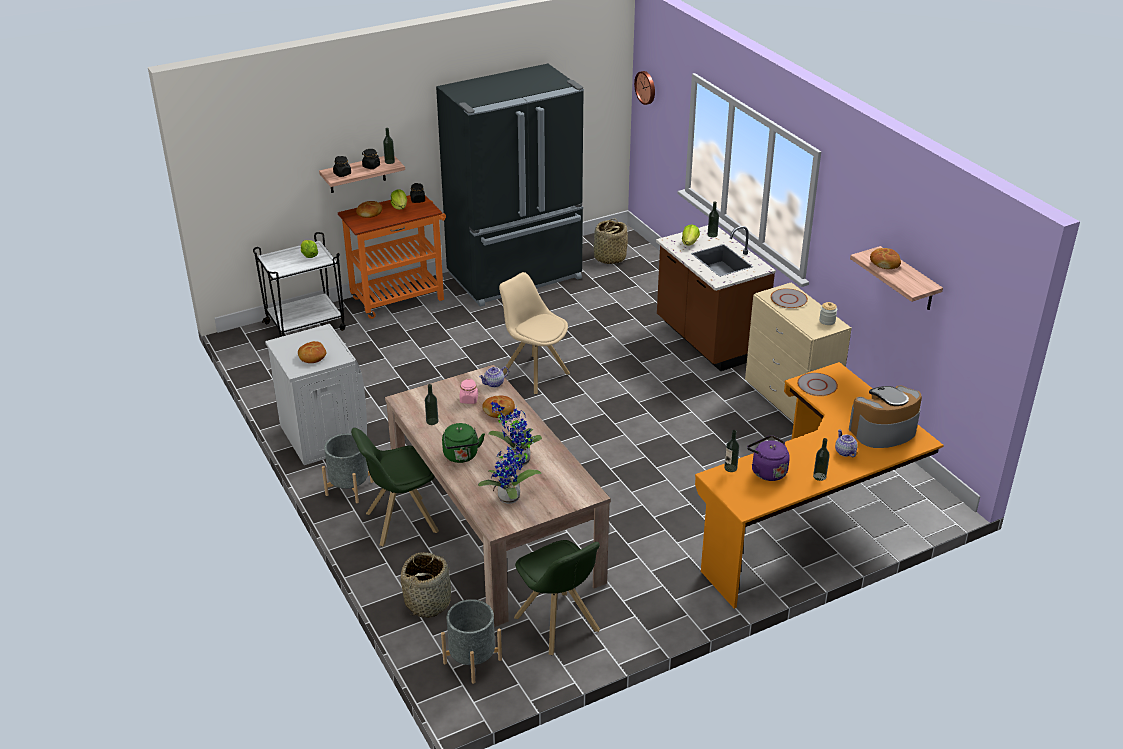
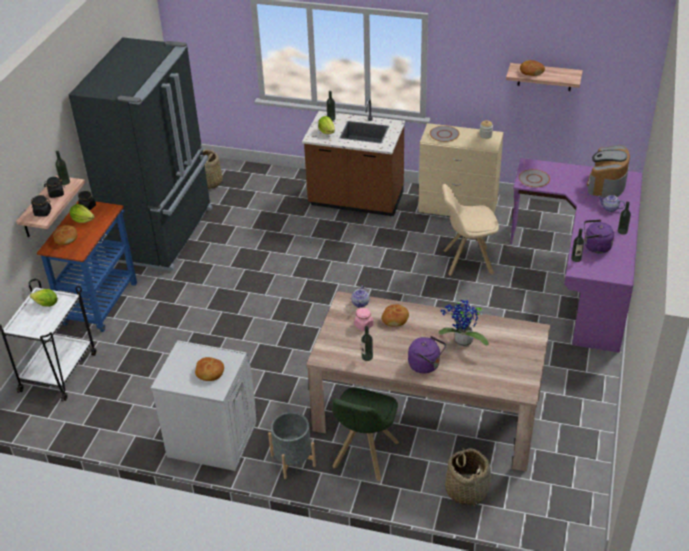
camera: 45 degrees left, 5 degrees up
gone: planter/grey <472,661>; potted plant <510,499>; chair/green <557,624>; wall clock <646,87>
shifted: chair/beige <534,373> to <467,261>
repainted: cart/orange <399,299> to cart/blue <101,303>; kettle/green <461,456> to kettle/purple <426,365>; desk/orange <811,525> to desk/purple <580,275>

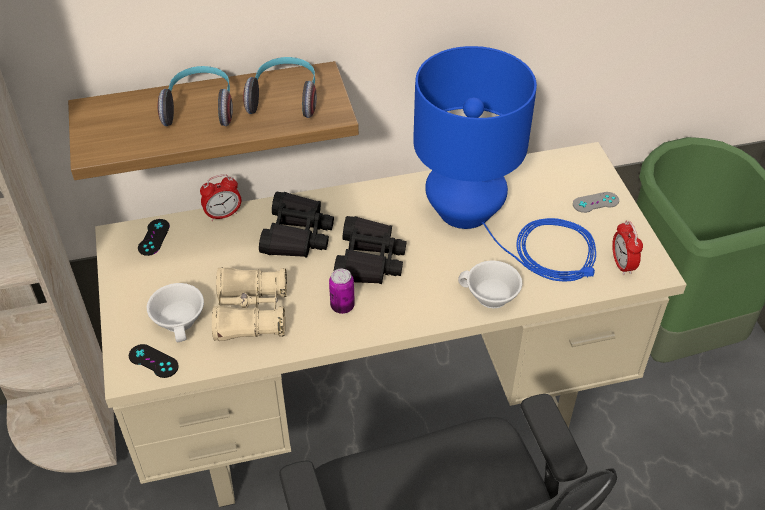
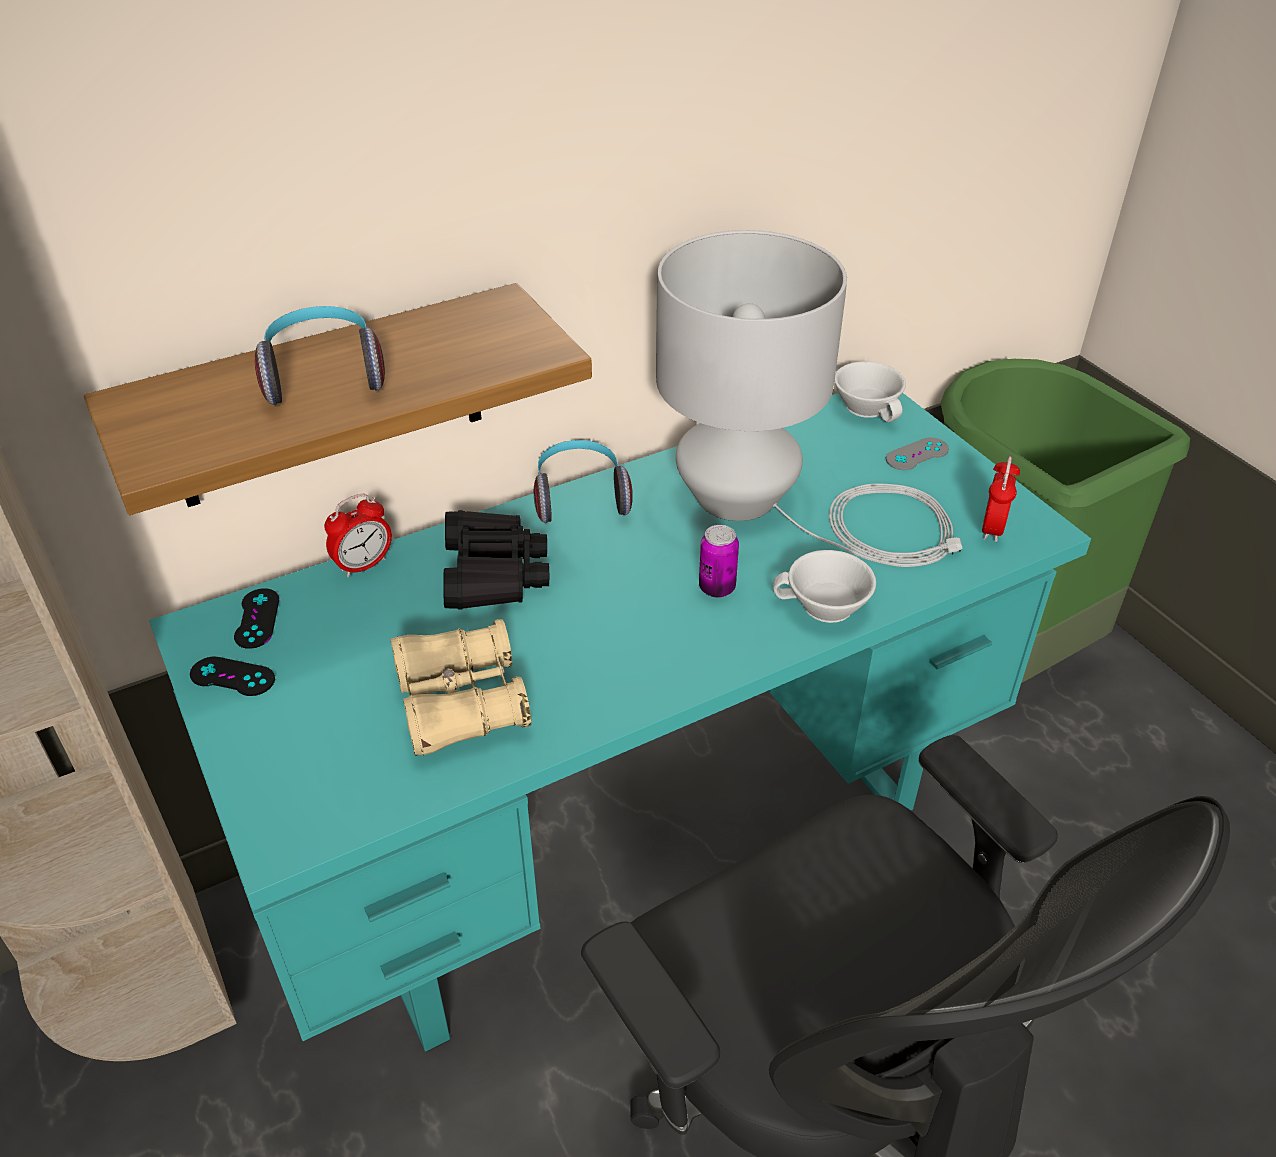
camera: 15 degrees left, 5 degrees down
gone: binoculars/black <369,260>
shifted: game controller/black <153,361> to <232,677>; headphones <285,98> to <580,495>; can <342,306> to <717,588>; cup/white <181,320> to <869,406>
repainted: desk/beige <383,409> to desk/turquoise <638,840>; table lamp/blue <499,225> to table lamp/grey <795,507>
rotated: alarm clock <622,265> = <992,528> 45 degrees clockwise

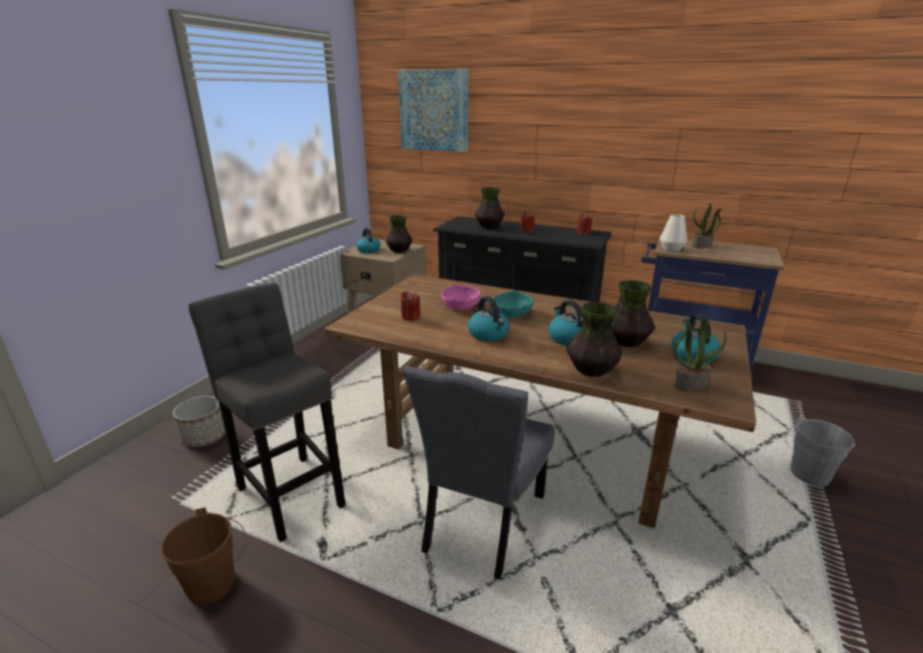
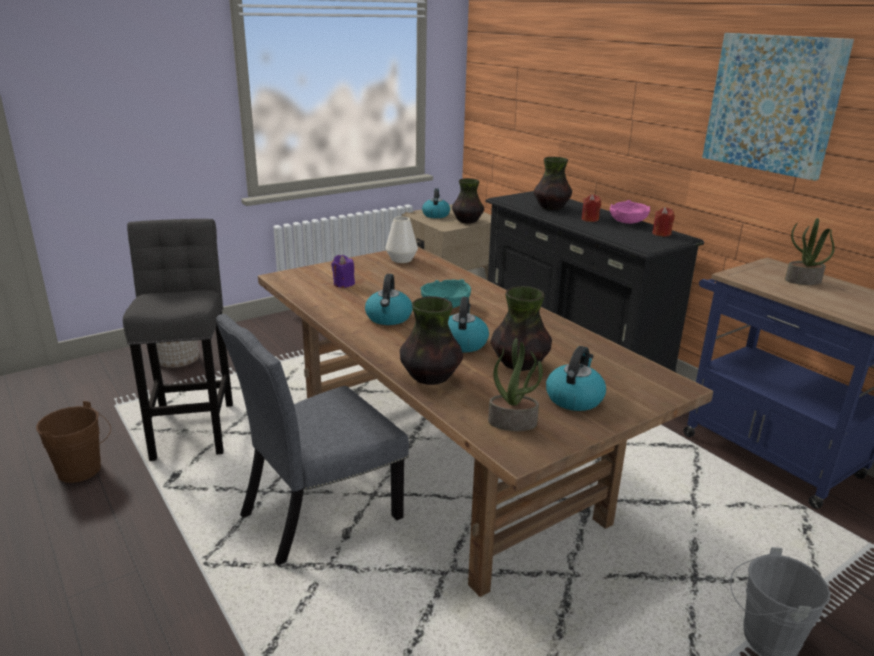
camera: 30 degrees right, 0 degrees up
shifted: vase/white <671,249> to <401,259>; bowl/pink <460,307> to <627,221>; picture <434,110> to <772,104>
repainted: candle/red <410,317> to candle/purple <343,284>

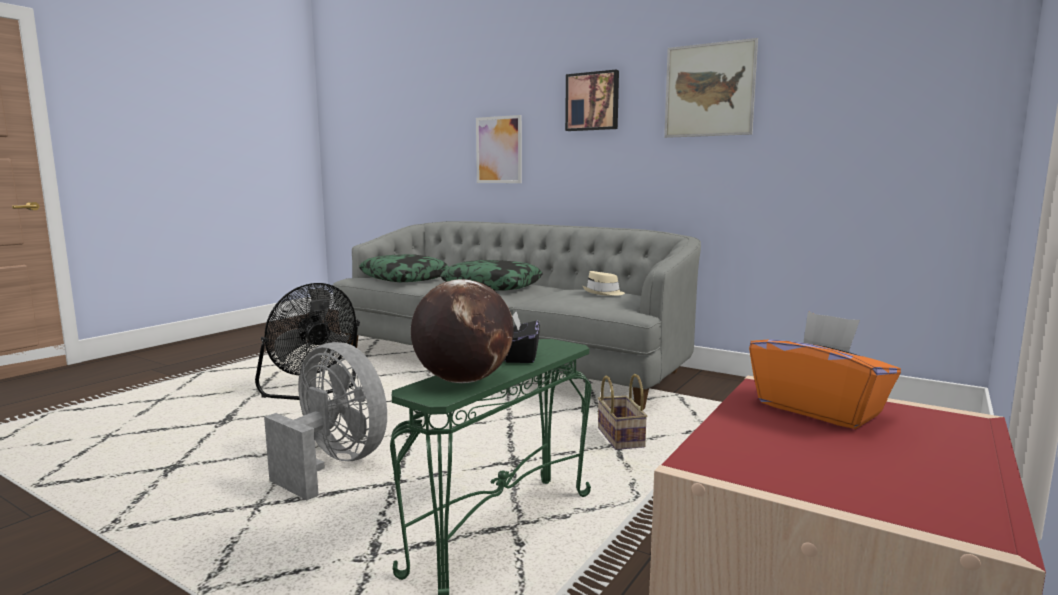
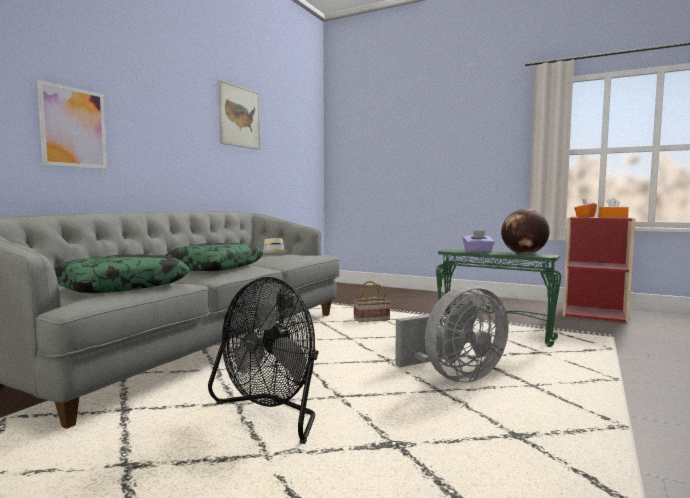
camera: 95 degrees left, 5 degrees down
gone: picture <593,101>
new: tissue box/orange <613,217>
repainted: tissue box/black <520,357> to tissue box/purple <478,252>
rotated: fan/grey <333,464> = <455,377> 150 degrees counterclockwise

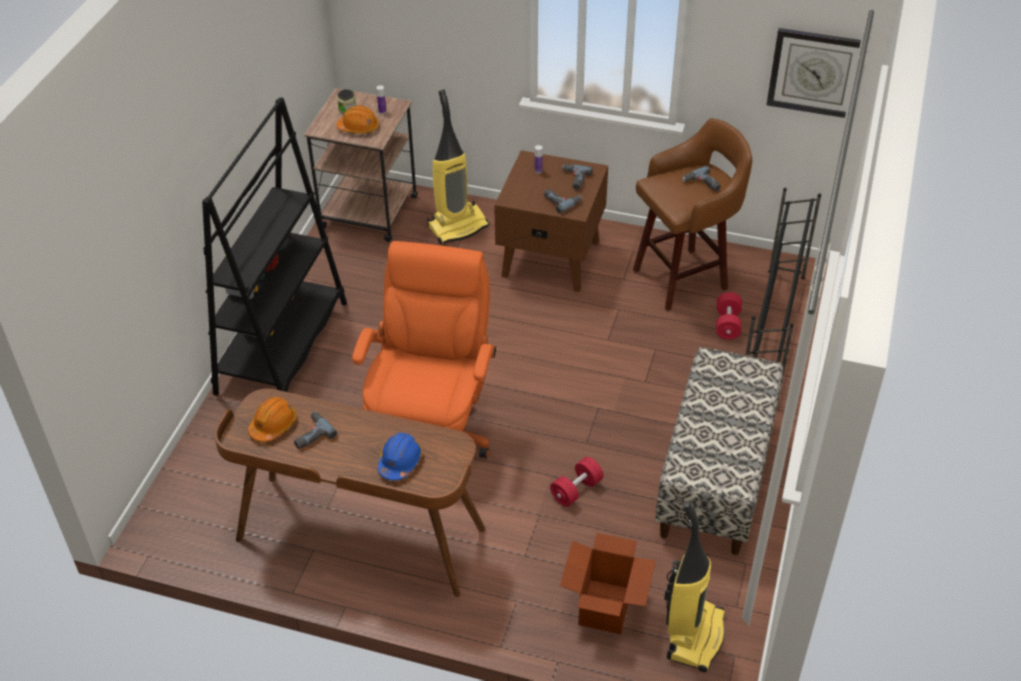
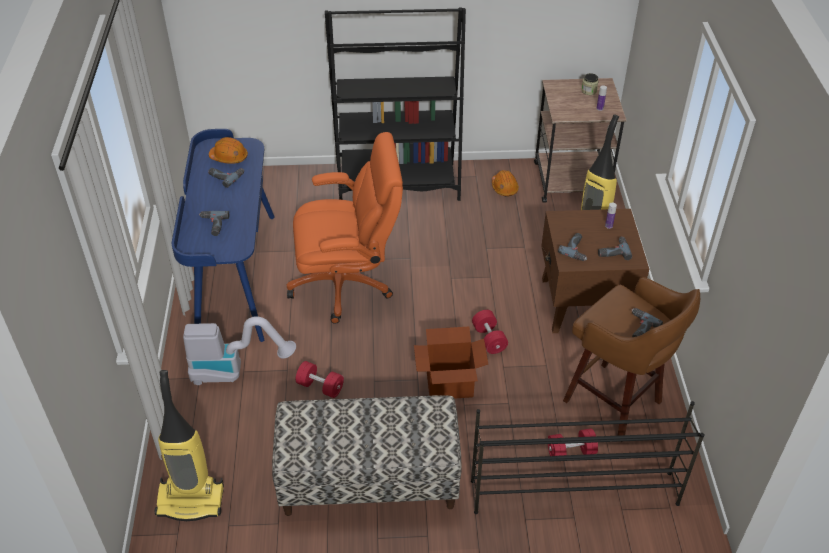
camera: 70 degrees right, 0 degrees up
gone: wall clock <816,72>
new: vacuum cleaner <235,371>; dumbbell/red <489,339>
shifted: cardboard box <605,607> to <449,385>; hard hat/orange <359,128> to <504,188>
swapped: hard hat/blue <400,462> to power drill <212,225>
repainted: desk/brown <360,536> to desk/blue <235,275>

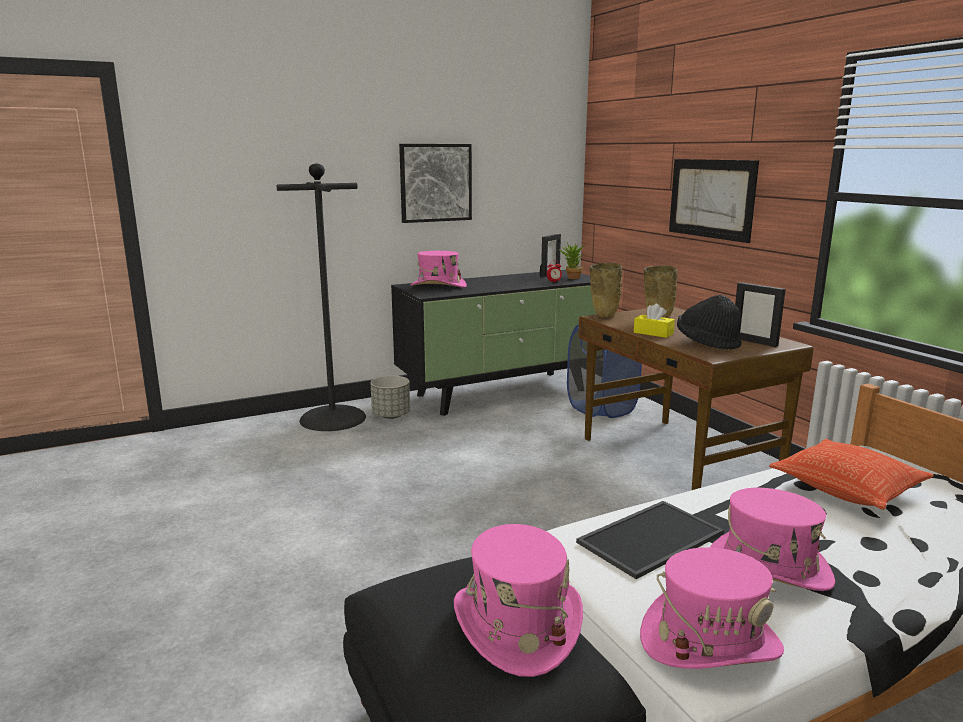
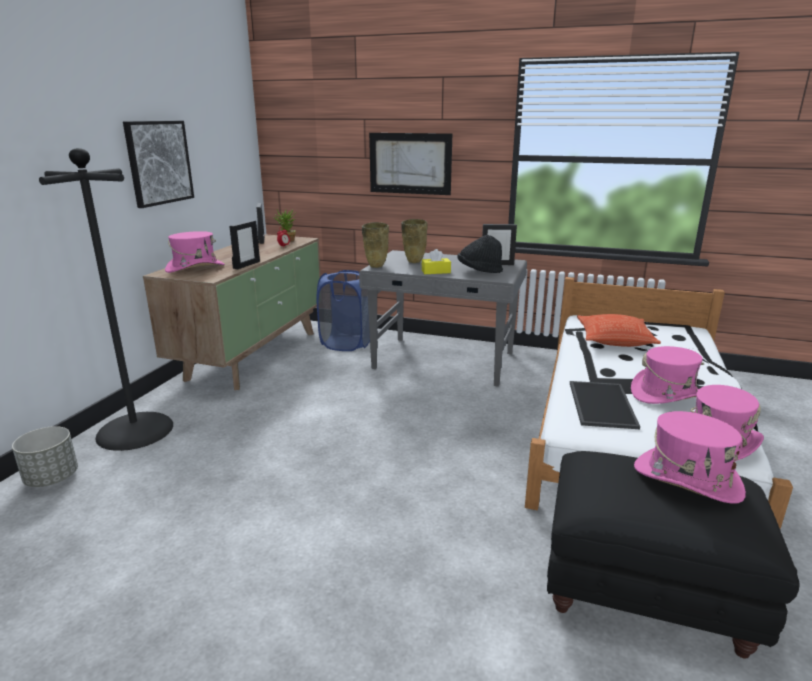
camera: 45 degrees left, 5 degrees up
new: picture frame <246,265>
shifted: planter/grey <391,415> to <52,478>
repainted: dresser/black <500,392> to dresser/green <252,354>; desk/brown <677,459> to desk/grey <444,361>

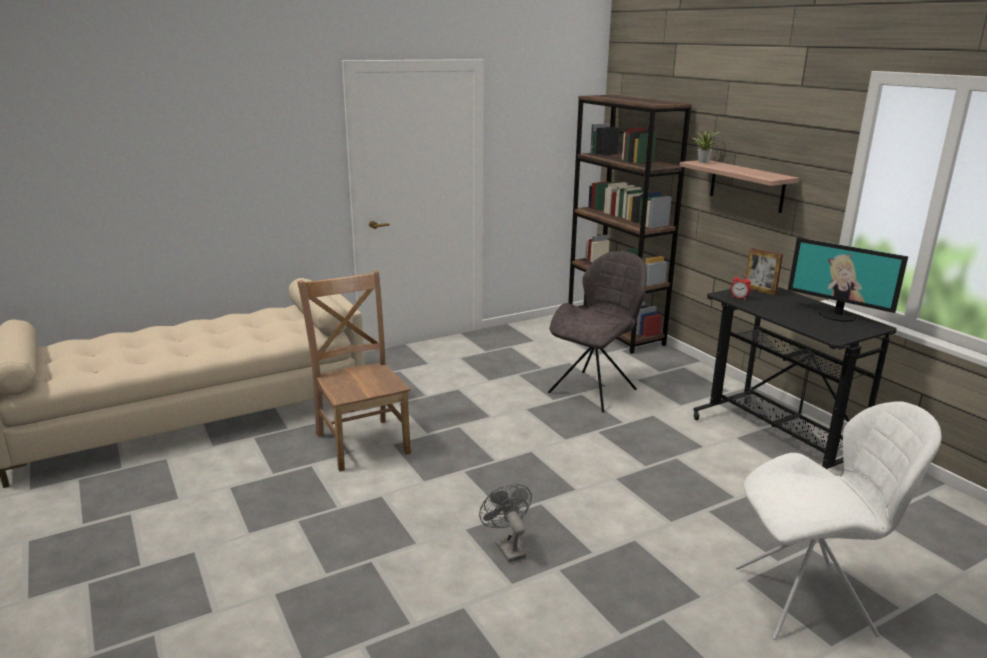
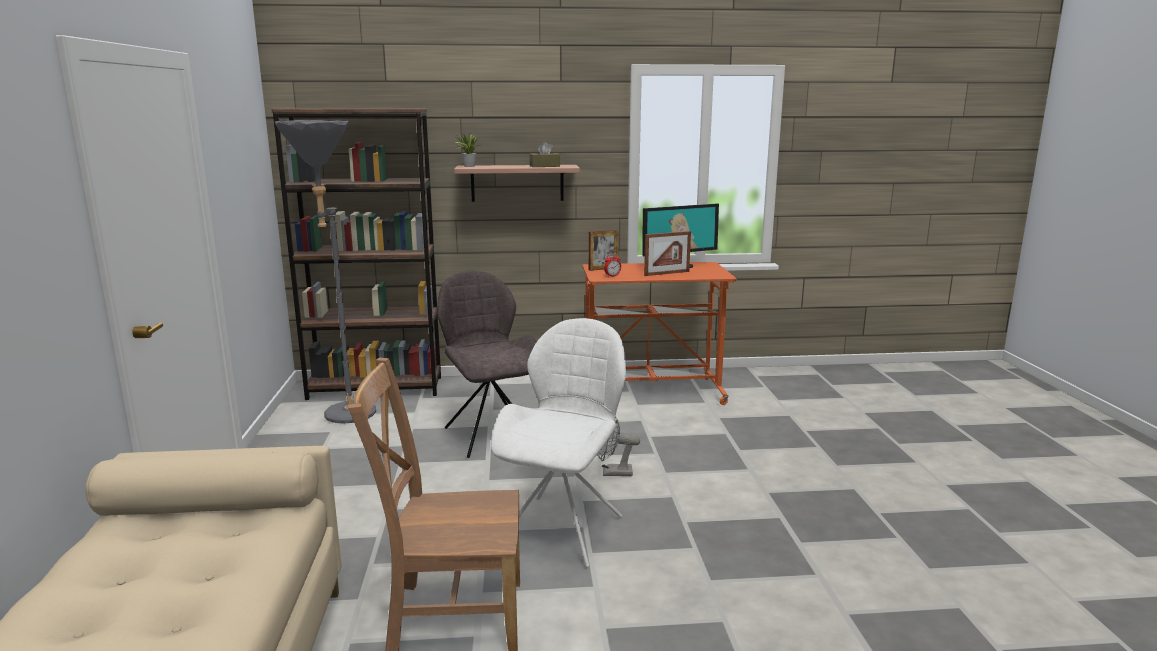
camera: 65 degrees left, 5 degrees down
new: floor lamp/grey <343,418>; tissue box/brown <544,166>; picture frame <666,273>
shifted: chair/white <808,601> to <563,528>; fan/grey <507,547> to <612,472>
repainted: desk/black <774,440> to desk/orange <653,393>

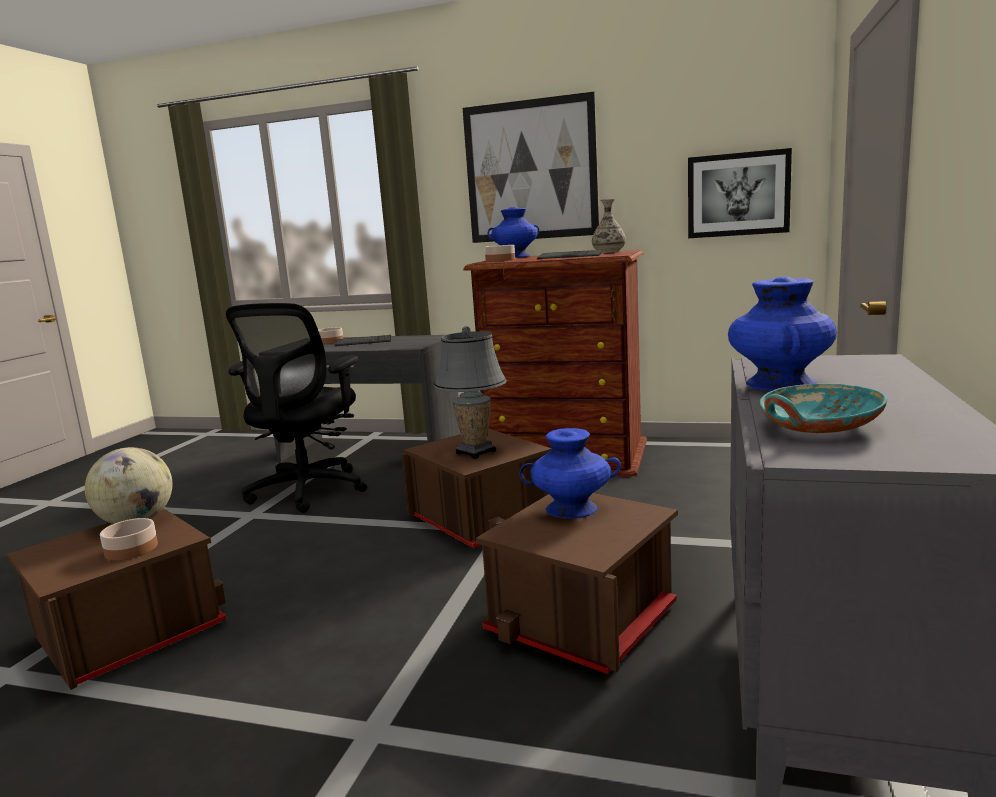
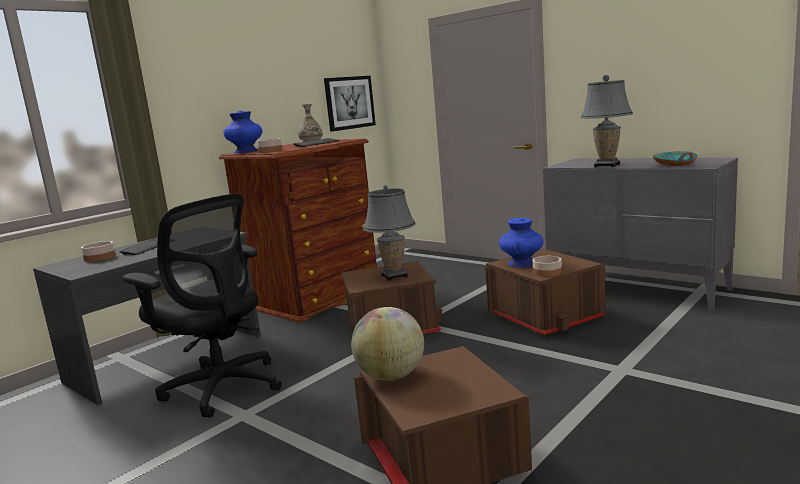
camera: 65 degrees left, 0 degrees up
gone: picture <530,171>
shifted: bowl <130,549> to <547,272>
swapped: vase/blue <780,383> to table lamp/grey <607,166>

